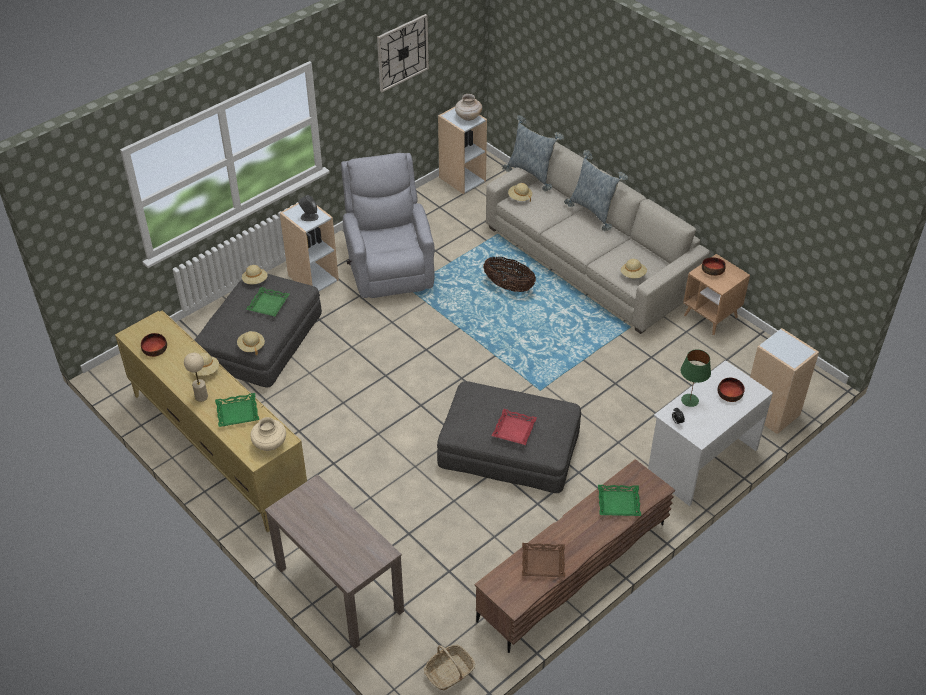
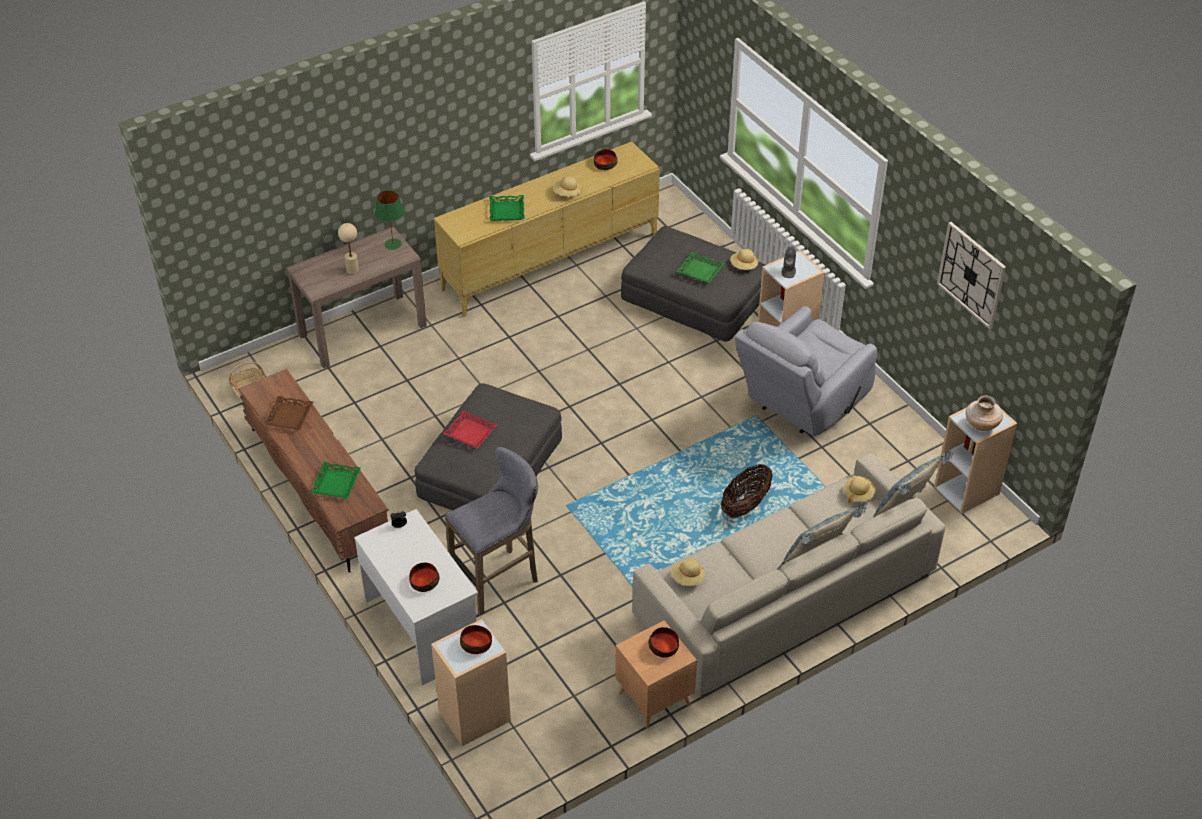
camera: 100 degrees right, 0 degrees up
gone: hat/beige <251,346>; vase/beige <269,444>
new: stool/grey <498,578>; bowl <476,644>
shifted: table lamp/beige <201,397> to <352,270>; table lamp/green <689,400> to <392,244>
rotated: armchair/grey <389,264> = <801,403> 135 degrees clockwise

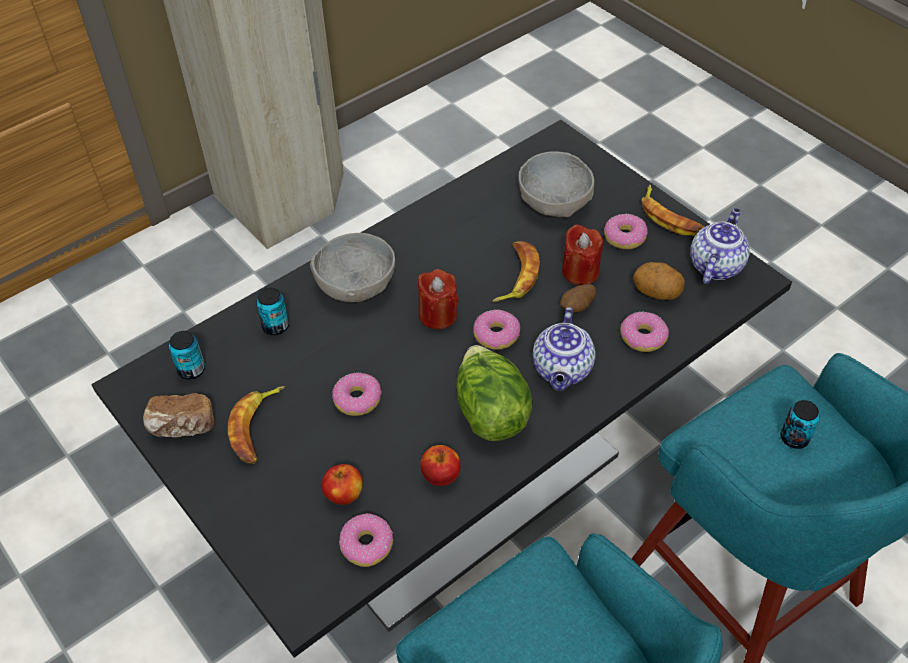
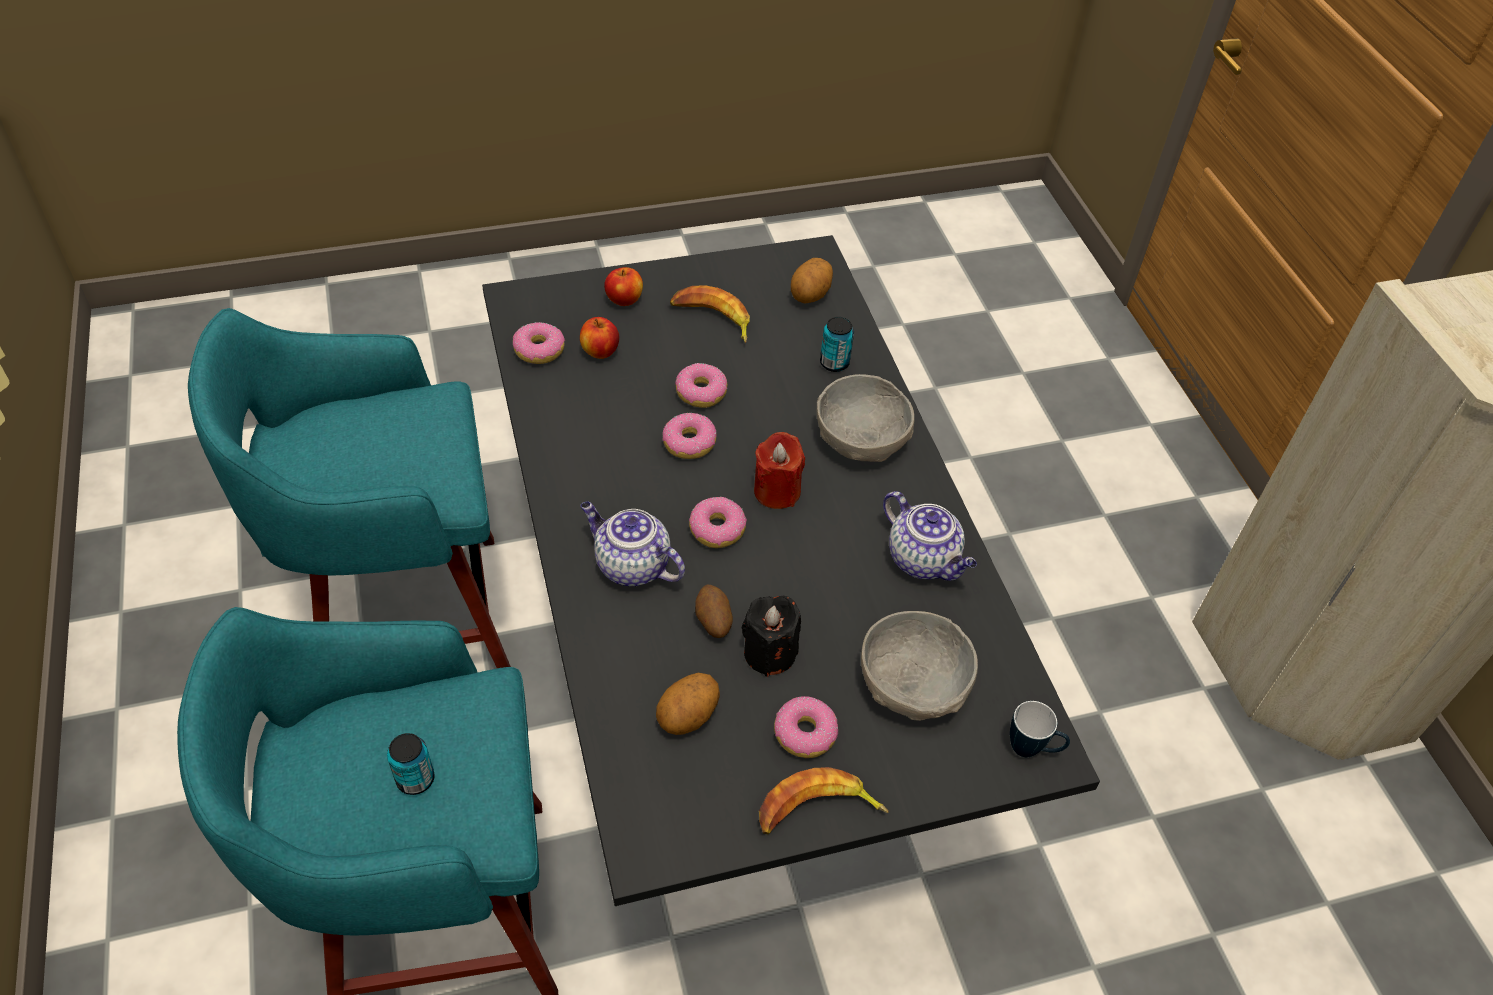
camera: 110 degrees right, 0 degrees up
gone: bread <182,427>; lettuce <490,412>; banana <515,276>
new: mug <1032,750>
shifted: apple <440,476> to <624,300>; donut <642,337> to <689,442>; teapot <715,265> to <924,560>
swapped: can <191,370> to potato <810,295>
repainted: candle/red <580,271> to candle/black <770,653>

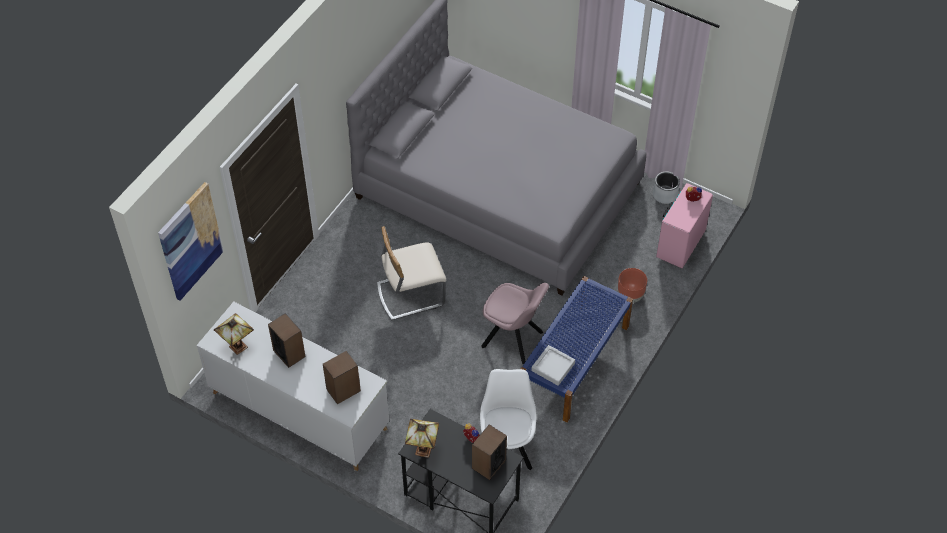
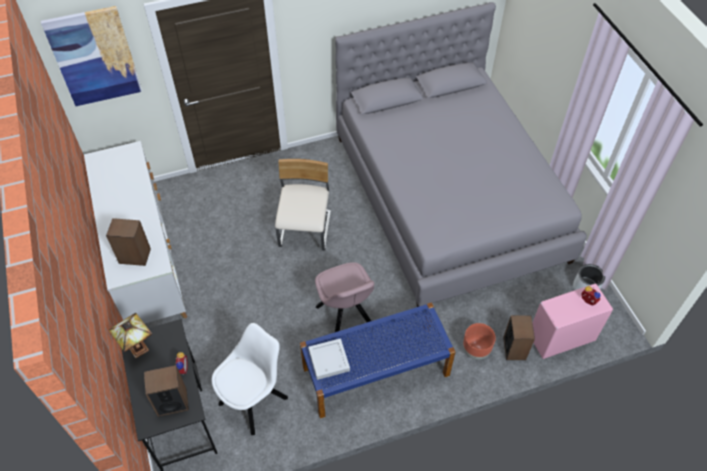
camera: 40 degrees right, 0 degrees up
gone: table lamp <237,348>
shifted: speaker <289,353> to <514,348>
rotated: chair/beige <410,294> = <306,230> 75 degrees clockwise

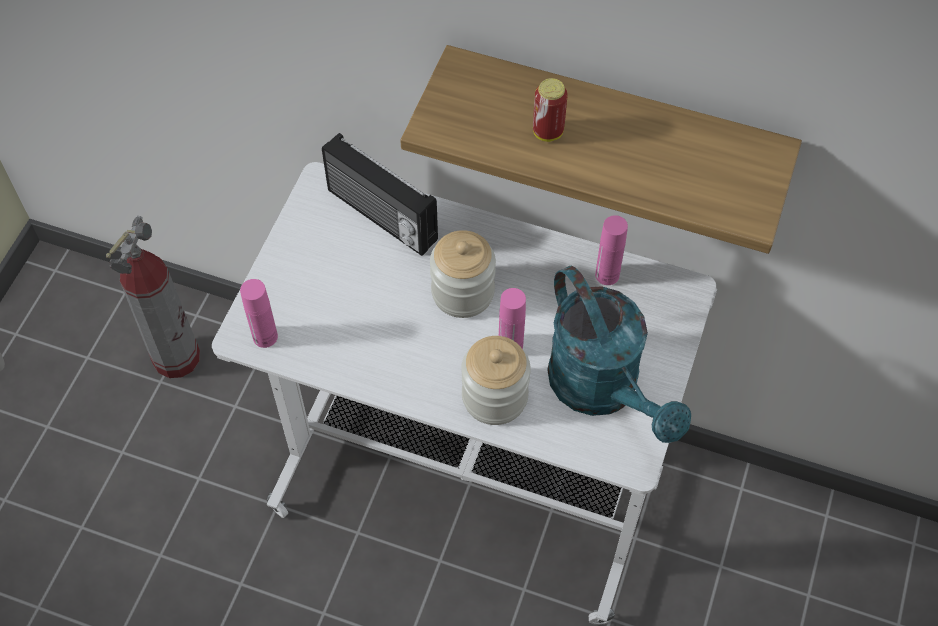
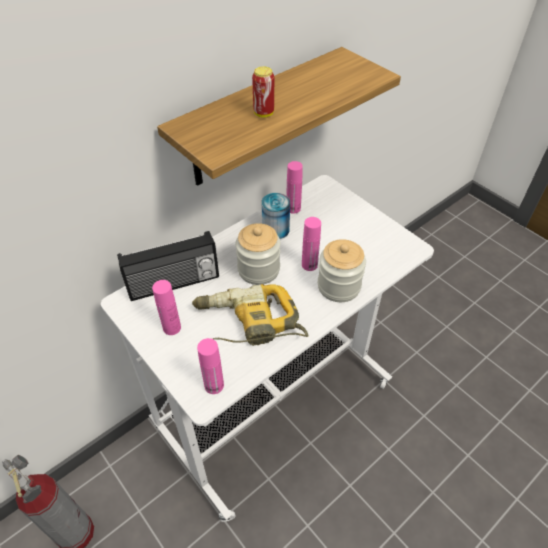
camera: 60 degrees left, 10 degrees down
gone: watering can/turquoise <603,390>
new: bottle/pink <172,328>; power drill <248,324>; can <275,229>

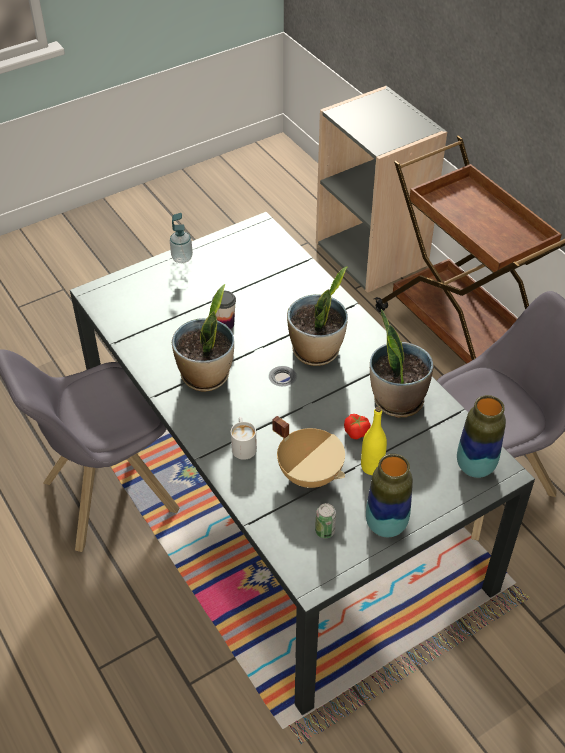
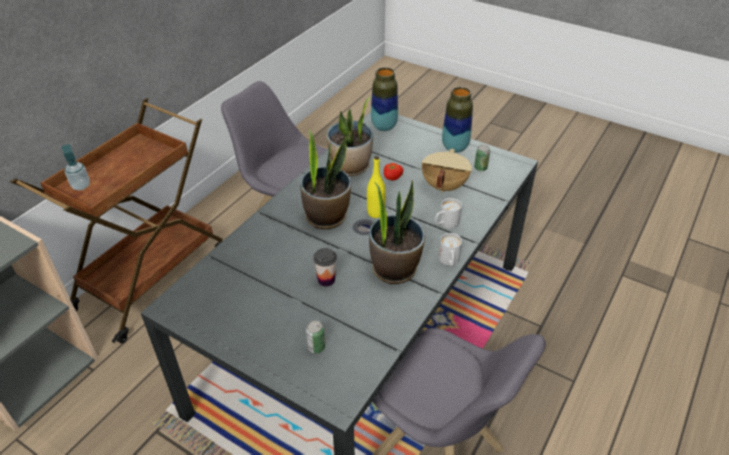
camera: 115 degrees left, 5 degrees down
new: can <316,347>; mug/white <449,261>
shifted: soap dispenser <182,258> to <81,186>; bottle/yellow <372,467> to <375,213>

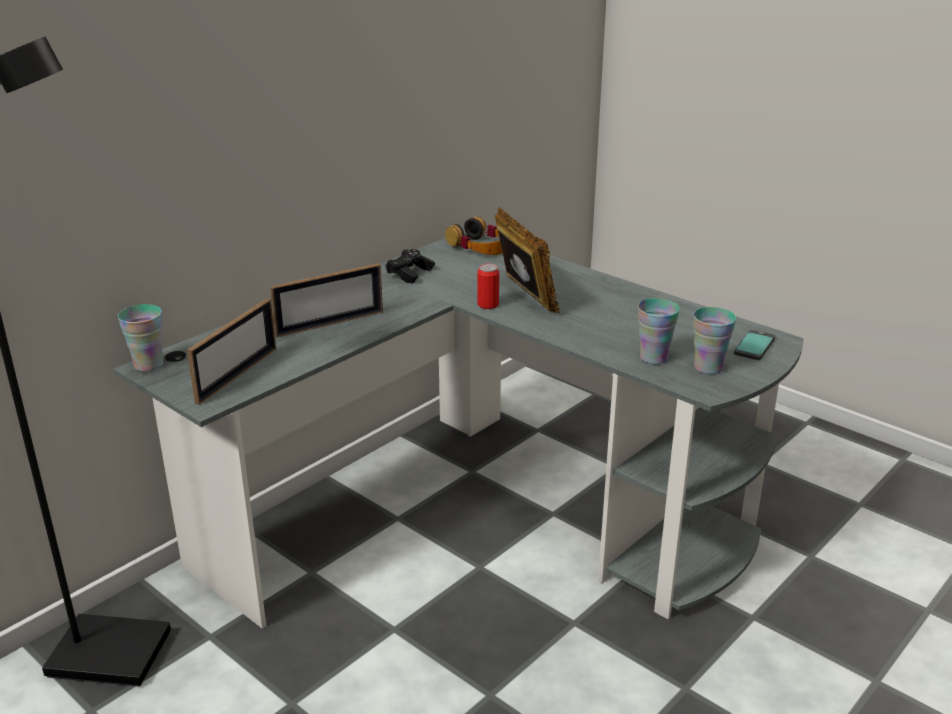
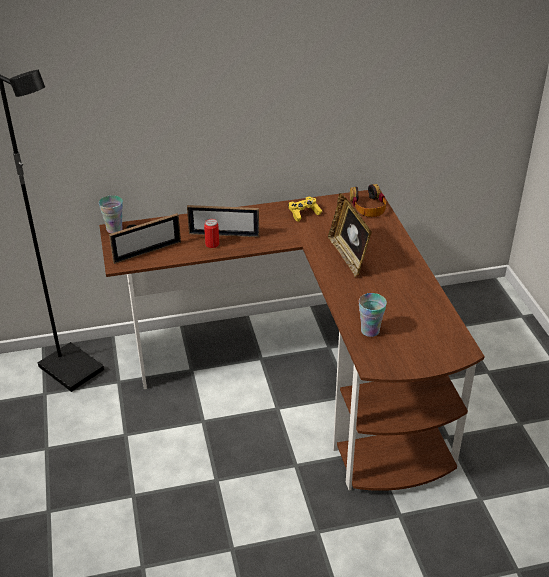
camera: 35 degrees right, 10 degrees up
gone: cup <708,367>; phone <754,346>
shifted: can <488,305> to <212,244>
repainted: desk/grey <479,513> to desk/brown <307,376>; game controller/black <410,274> to game controller/yellow <304,213>
rotated: picture frame <523,297> = <348,256> 150 degrees clockwise

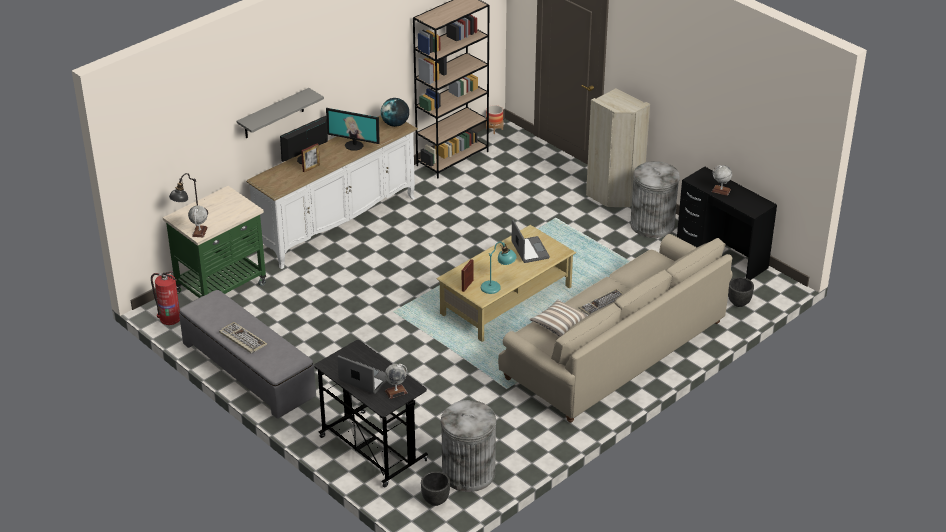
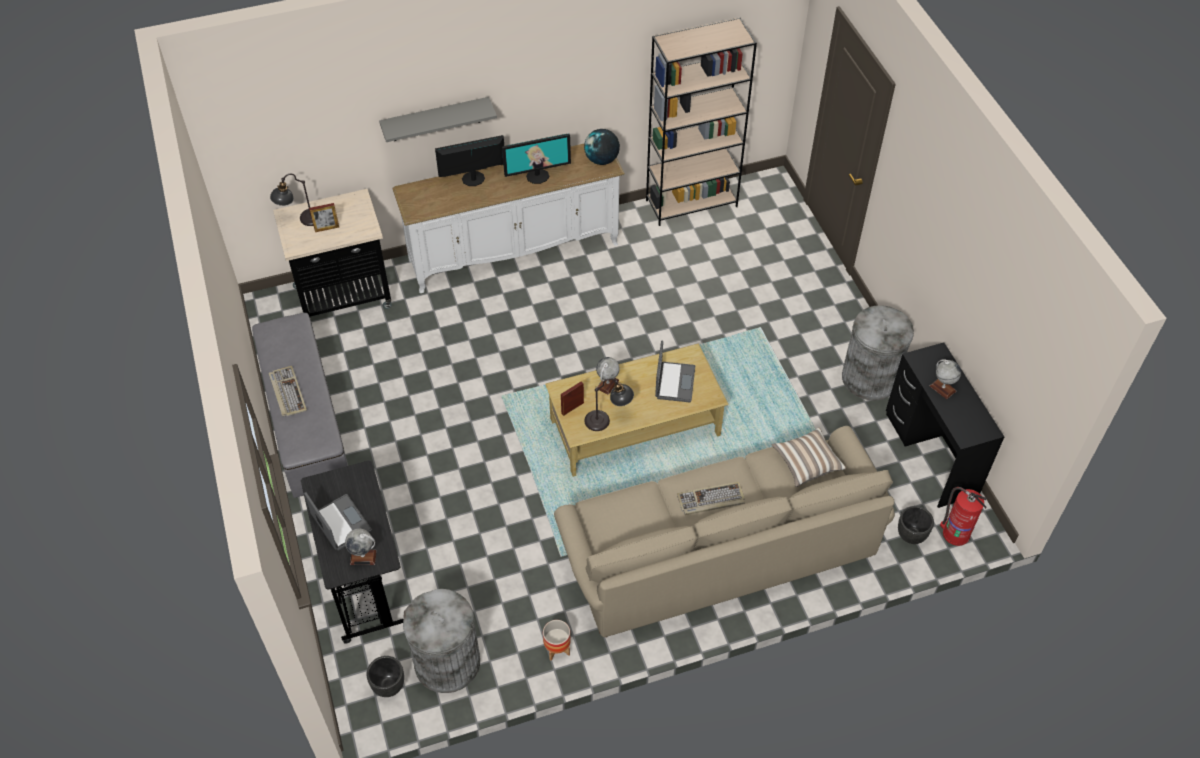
camera: 25 degrees right, 15 degrees up
gone: cabinet/beige <614,196>
shifted: picture frame <311,168> to <327,228>; planter <494,129> to <557,649>; globe <199,232> to <607,384>; pillow <559,325> to <806,463>; fire extinguisher <169,318> to <955,533>
repainted: cart/green <221,288> to cart/black <344,297>; table lamp/turquoise <497,284> to table lamp/grey <608,419>
rotated: monitor <354,145> = <537,176> 60 degrees counterclockwise

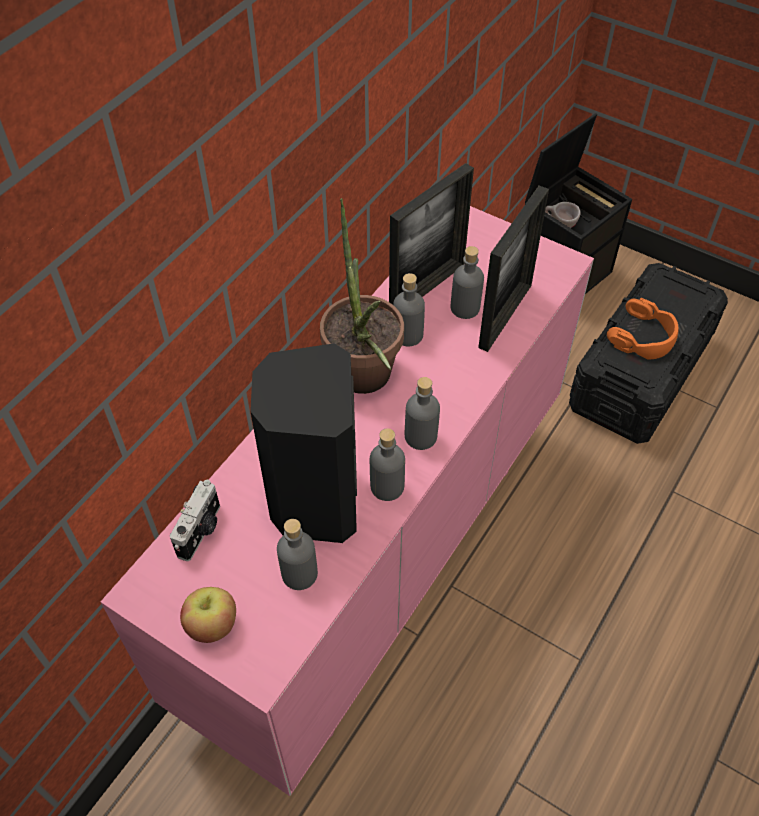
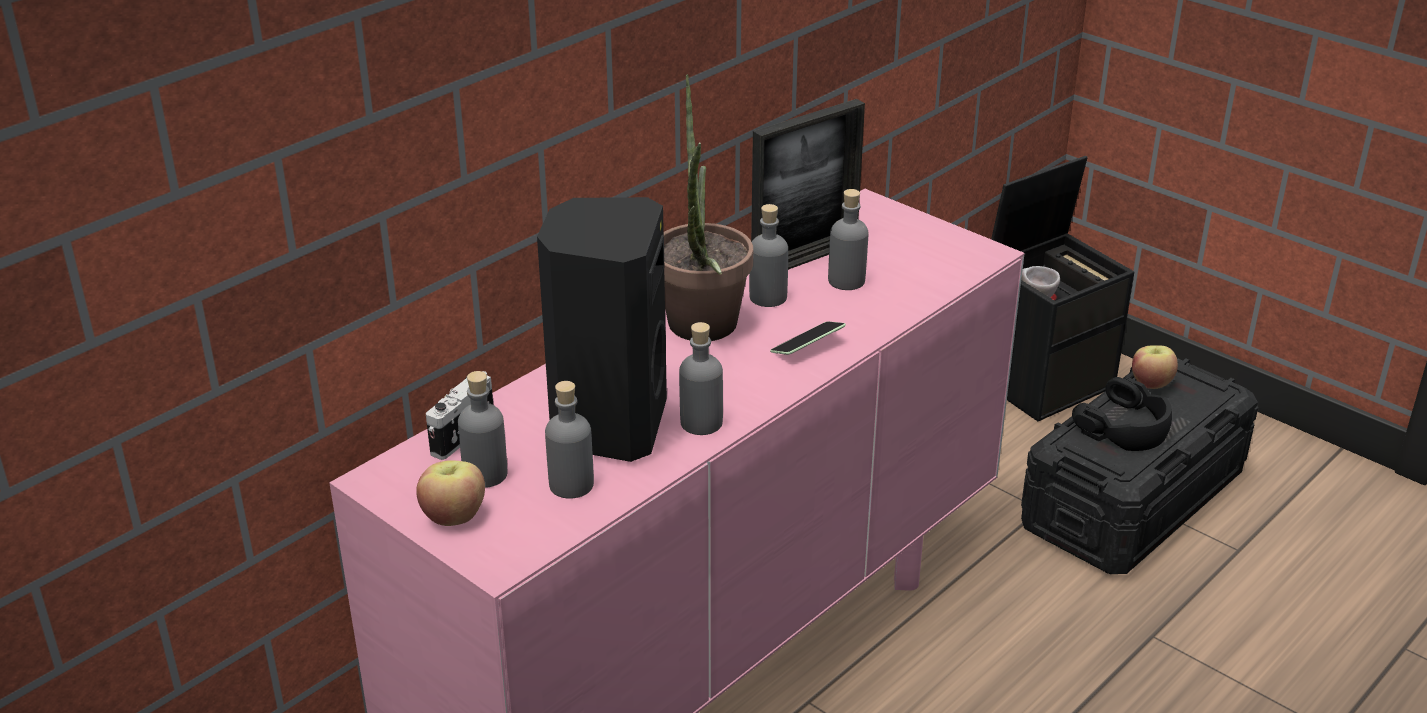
camera: 10 degrees right, 20 degrees down
gone: picture frame <505,316>
new: phone <807,347>; apple <1151,383>
shifted: bottle/grey <421,436> to <485,474>
repainted: headphones/orange <643,337> to headphones/black <1125,426>

